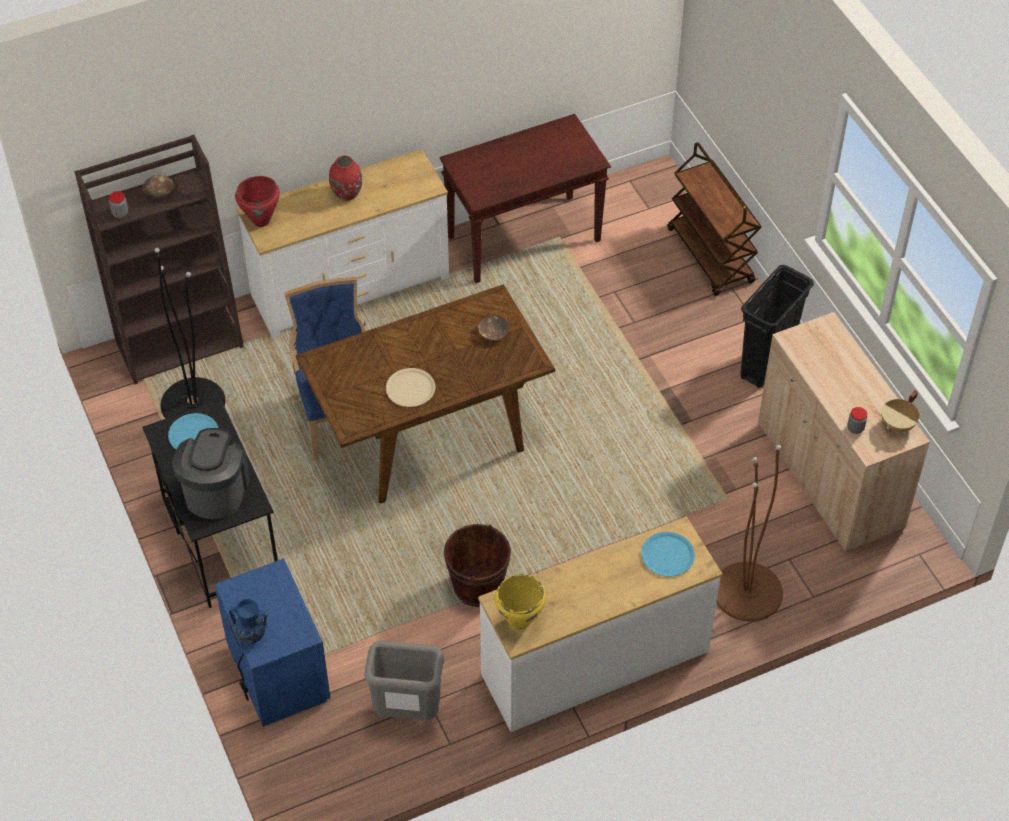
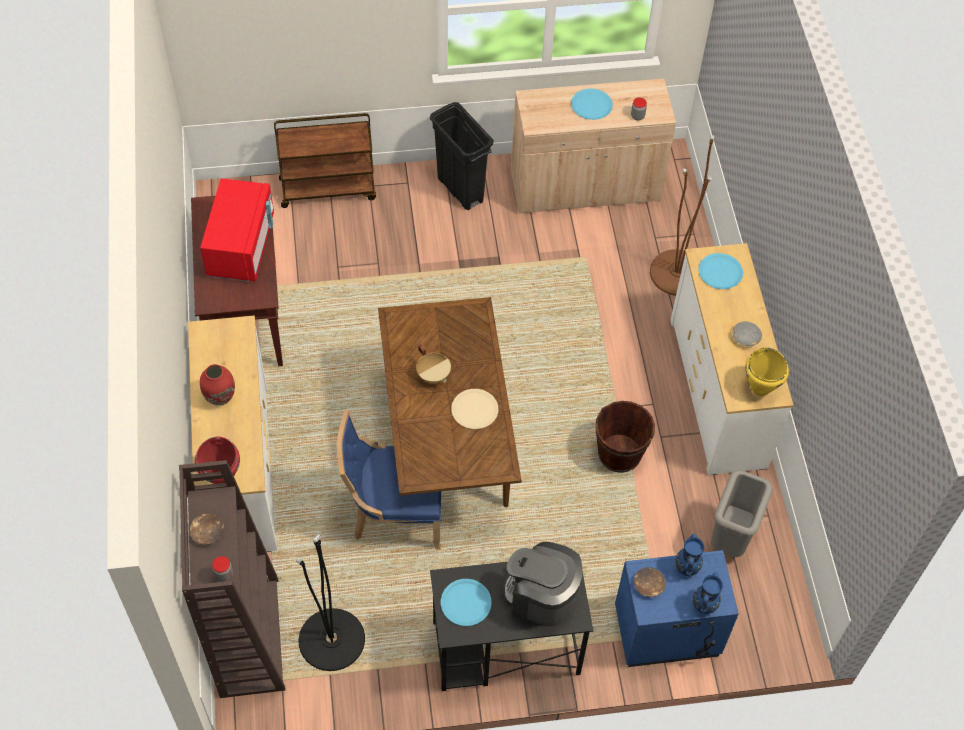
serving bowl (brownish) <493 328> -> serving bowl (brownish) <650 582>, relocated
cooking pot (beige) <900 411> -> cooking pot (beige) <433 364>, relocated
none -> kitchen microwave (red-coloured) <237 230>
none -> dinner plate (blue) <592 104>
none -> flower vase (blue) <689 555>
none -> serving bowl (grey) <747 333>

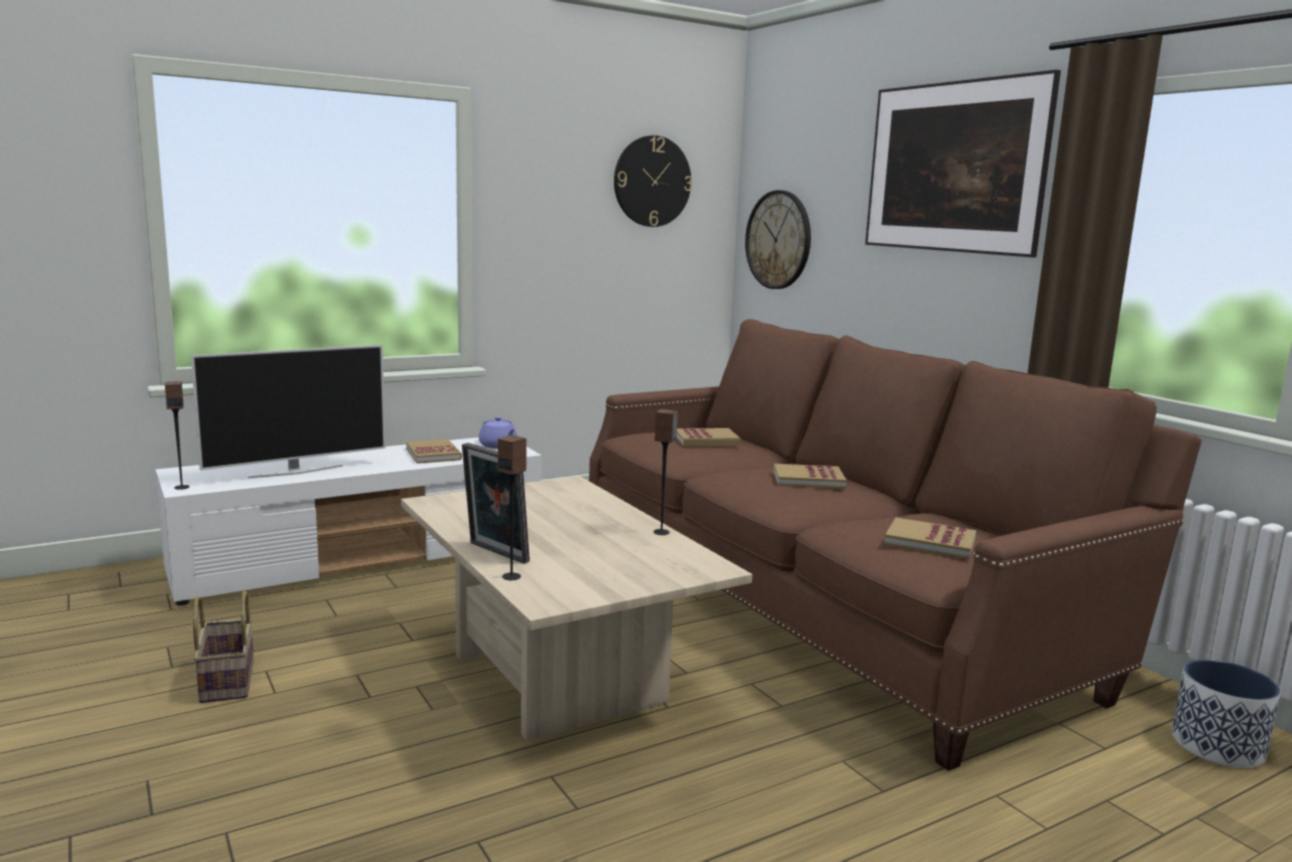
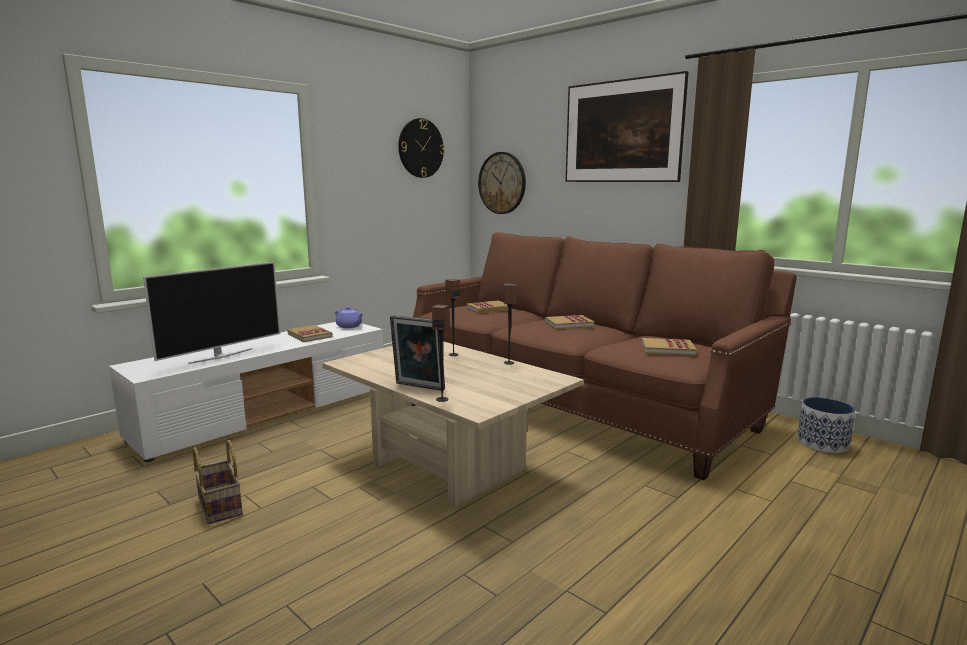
loudspeaker <177 435> -> loudspeaker <452 317>, relocated

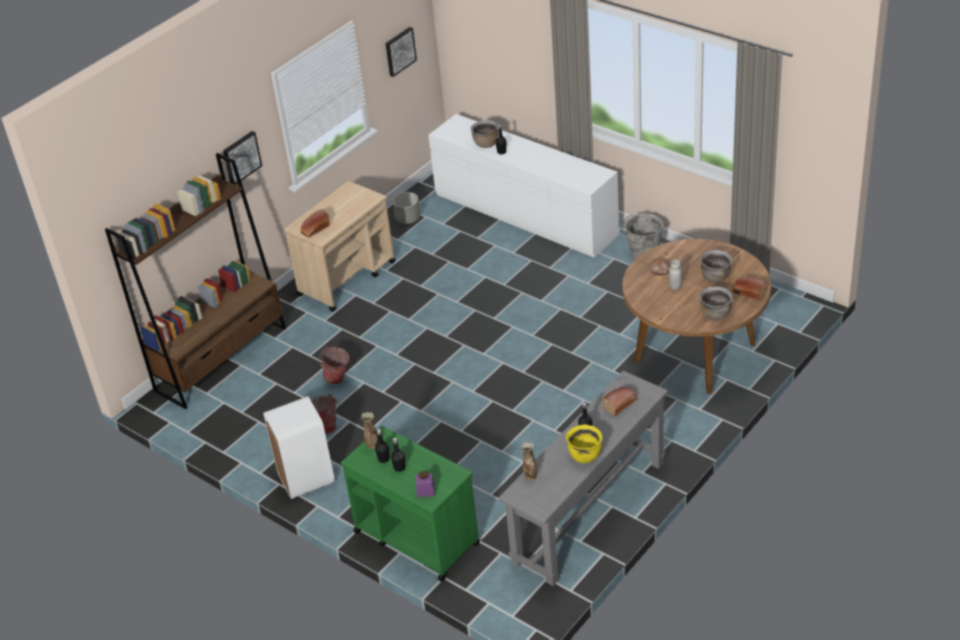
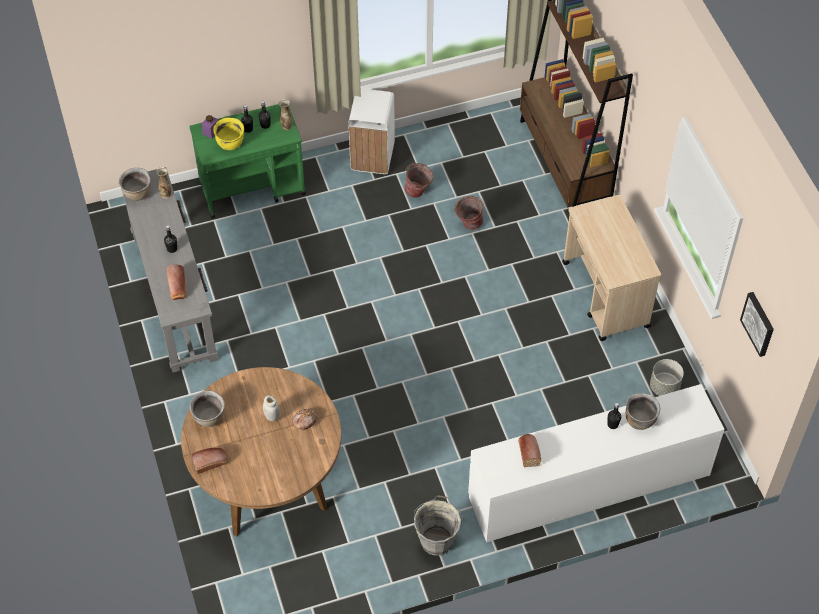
wall art <242 158> -> none
bakery bread <315 223> -> bakery bread <529 450>, relocated
cooking pot (yellow-coloured) <584 443> -> cooking pot (yellow-coloured) <228 134>, relocated
cooking pot (brownish) <716 266> -> cooking pot (brownish) <135 184>, relocated

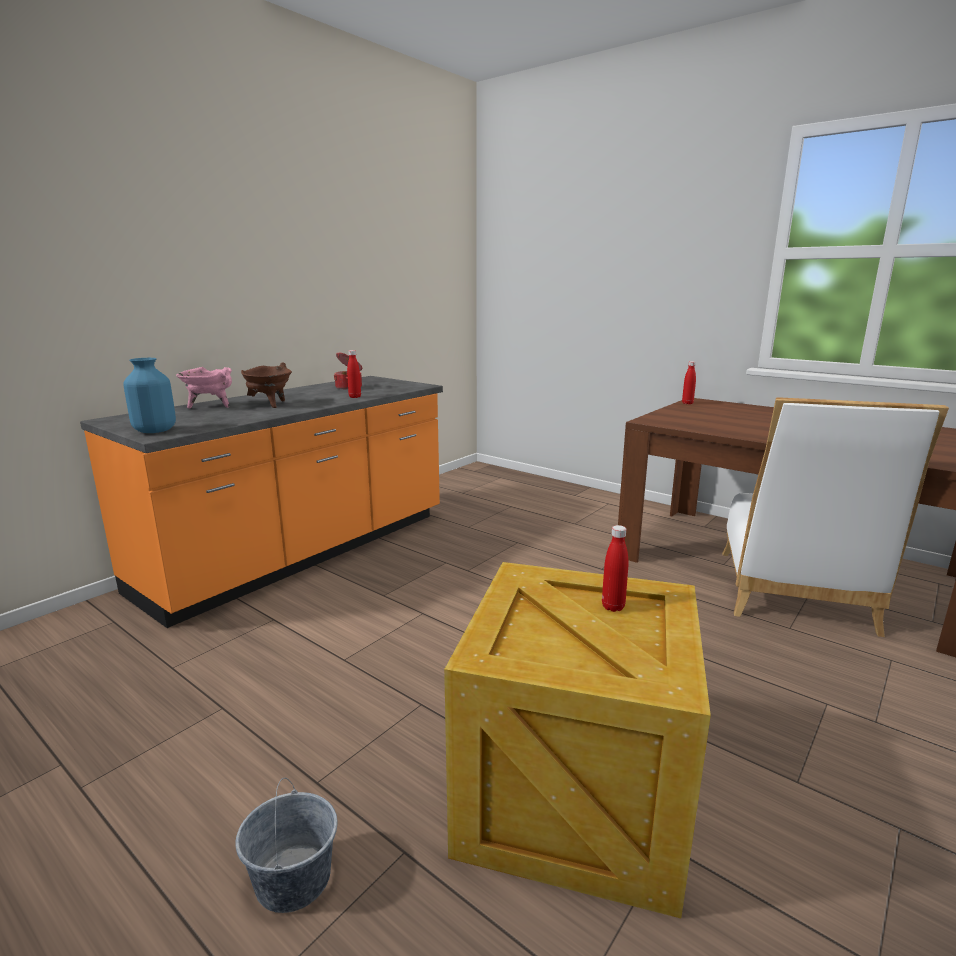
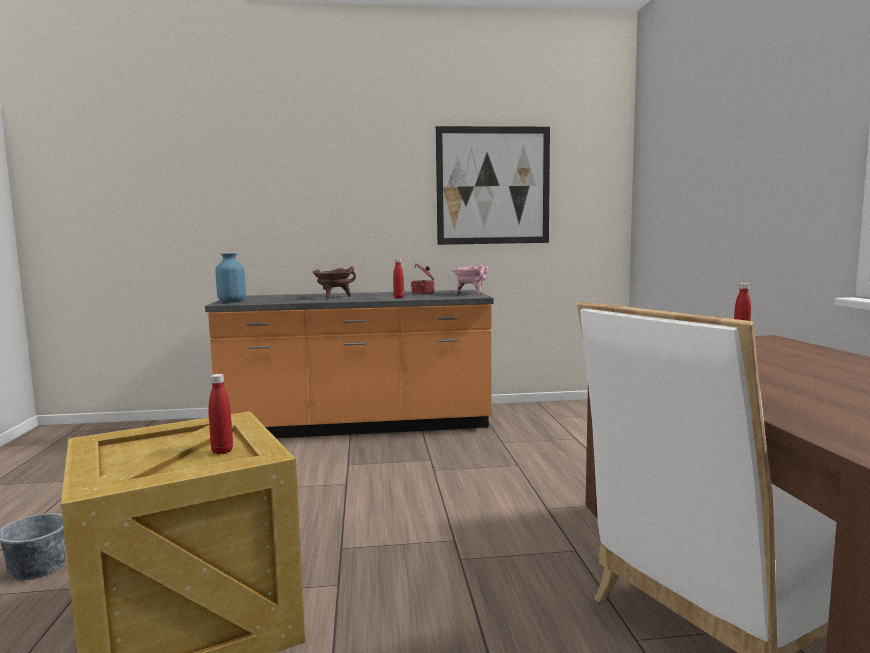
cooking pot (pink) <204 388> -> cooking pot (pink) <470 279>, relocated
none -> wall art <493 185>

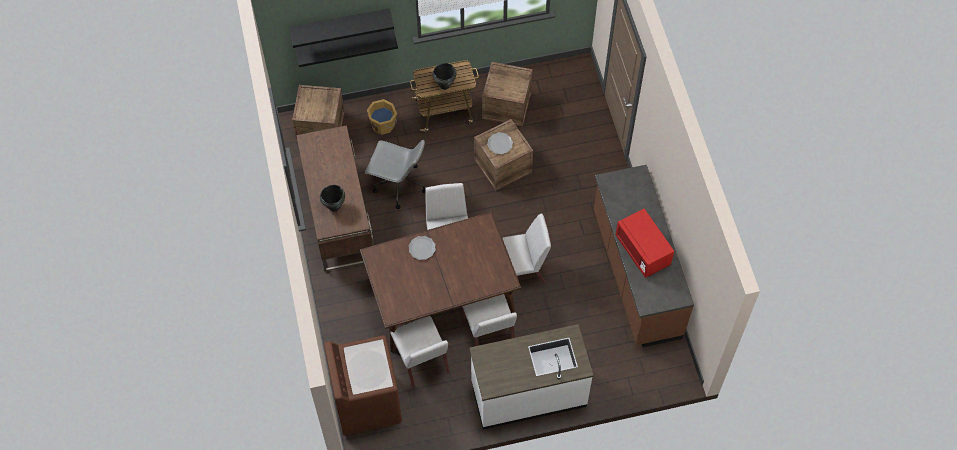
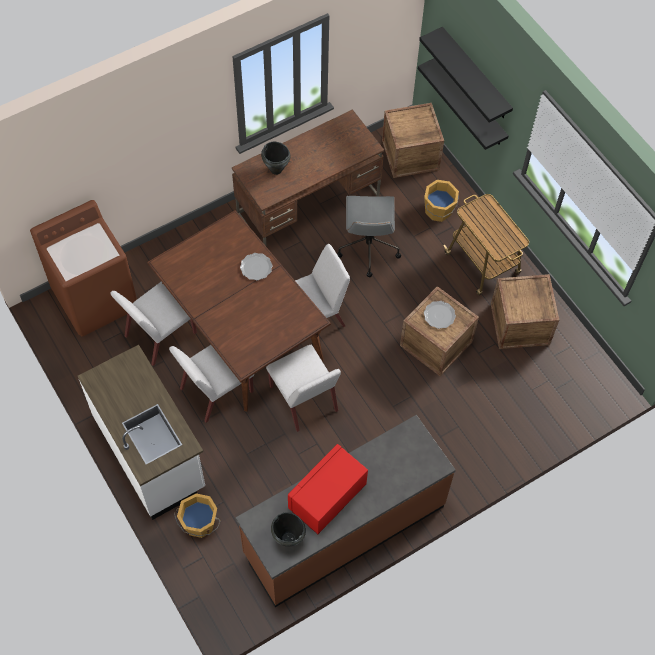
cooking pot (blackish) <444 76> -> cooking pot (blackish) <288 529>, relocated
none -> bucket (orange) <197 515>

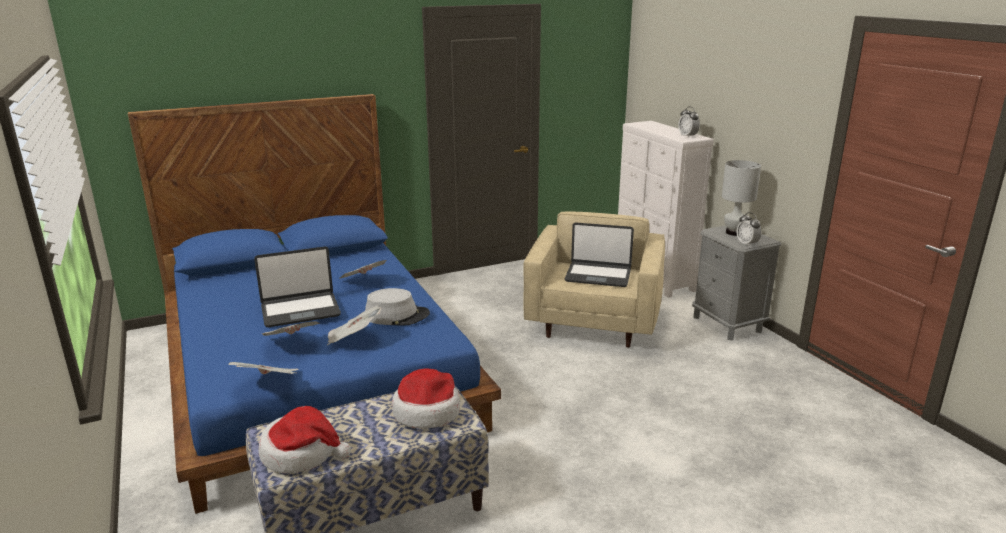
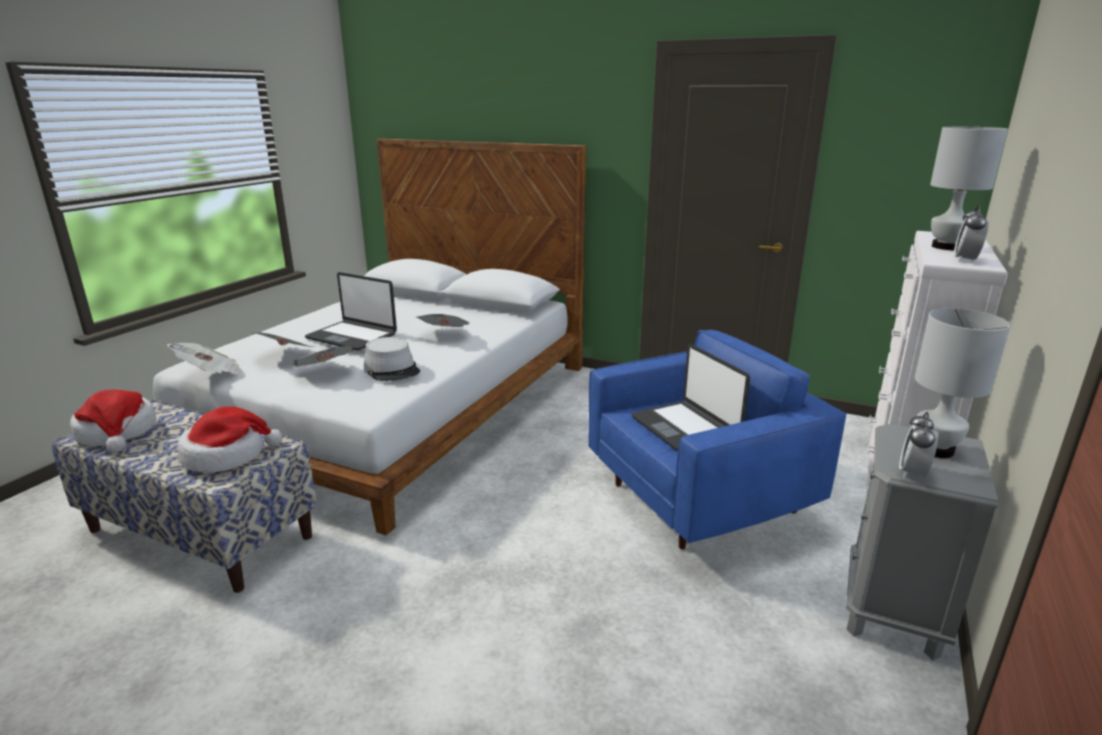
sleeping bed (blue) <314 304> -> sleeping bed (white) <369 337>
easy chair (beige) <594 279> -> easy chair (blue) <717 440>
none -> lamp for a table (white) <969 188>

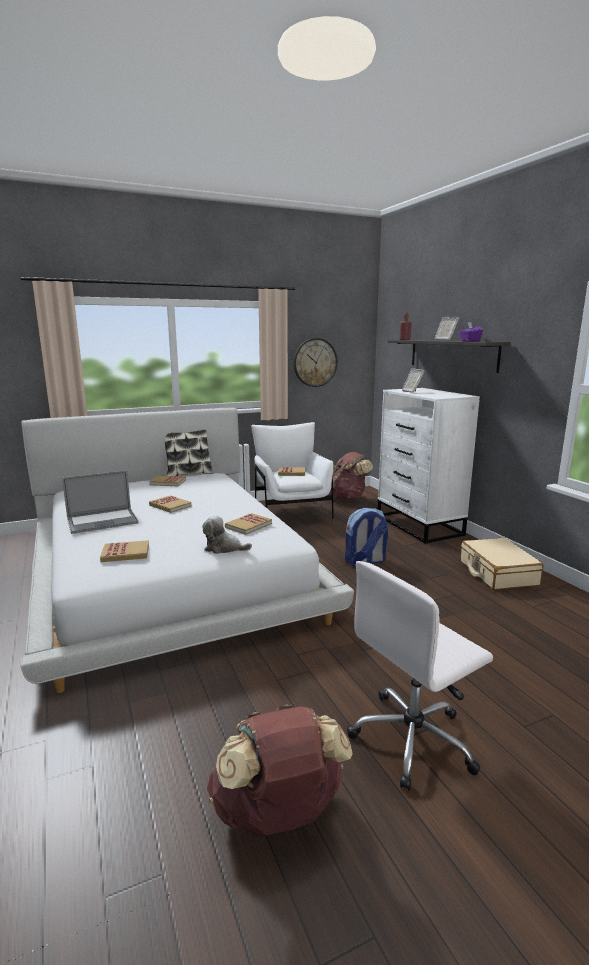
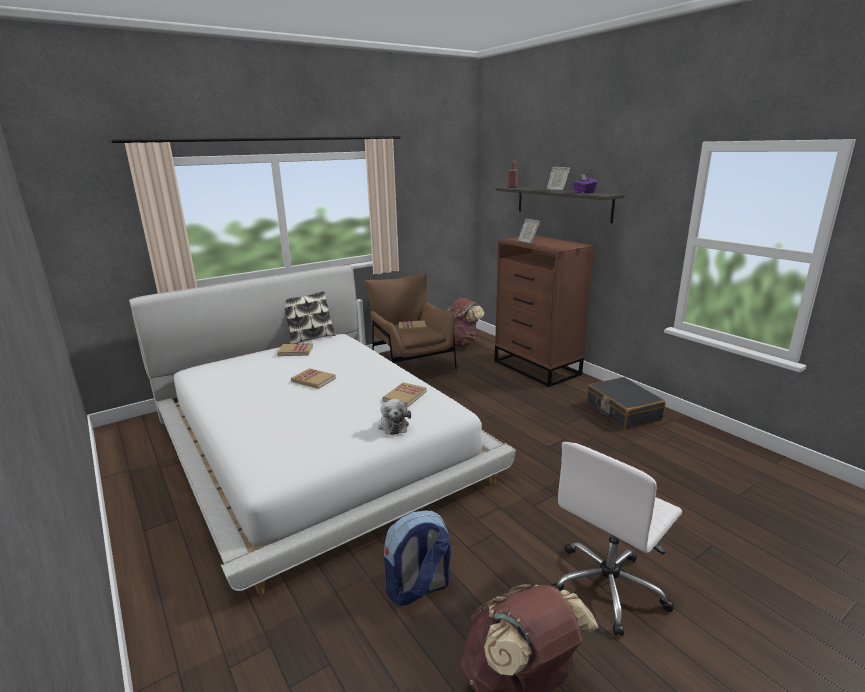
laptop <100 502> -> none
volume <124 551> -> none
cuddly toy <227 534> -> cuddly toy <394 417>, 105 degrees counterclockwise
easy chair (white) <292 473> -> easy chair (brownish) <410 323>
wall clock <315 362> -> none
rucksack <366 537> -> rucksack <417 558>, relocated
drawer chest (white) <428 466> -> drawer chest (brownish) <544 311>
suitcase (beige) <502 563> -> suitcase (blackish) <626 403>

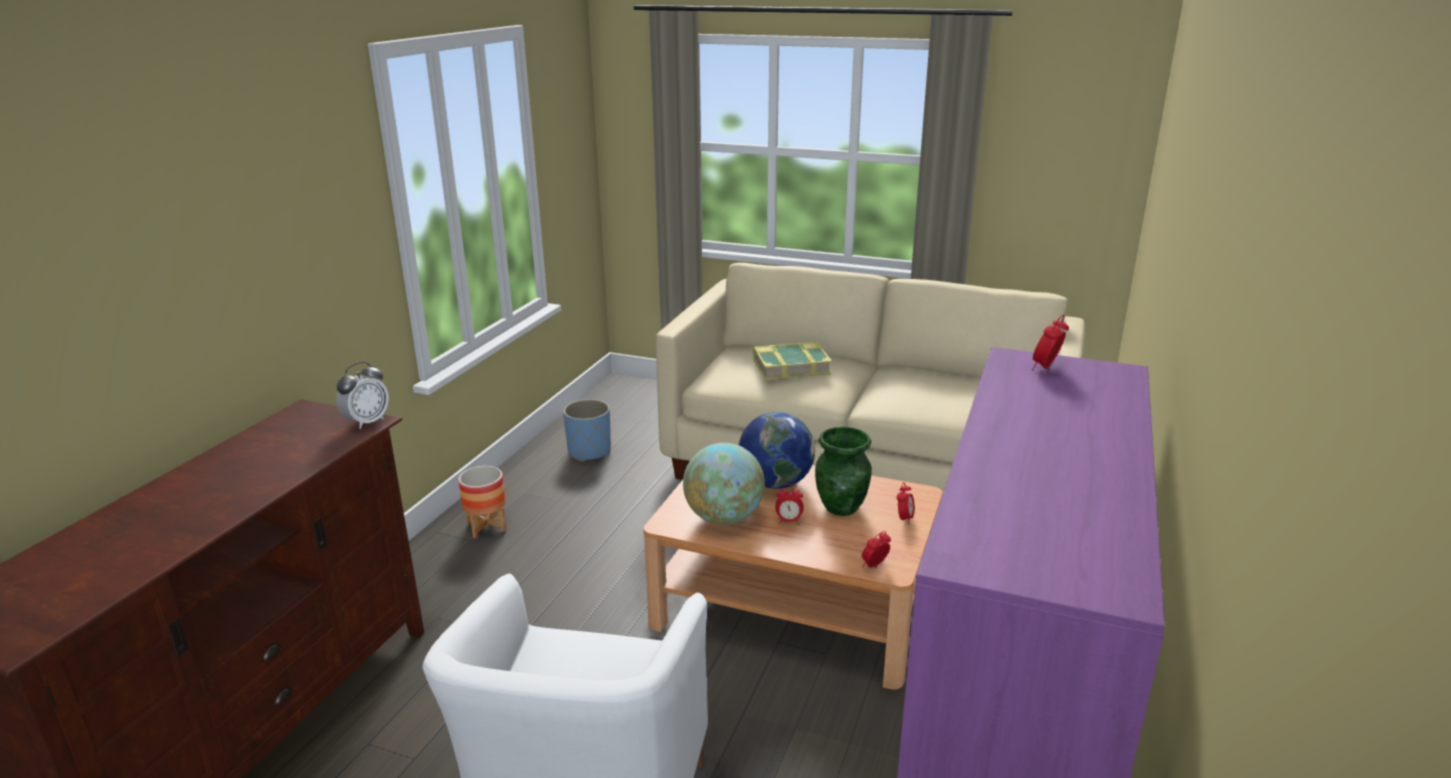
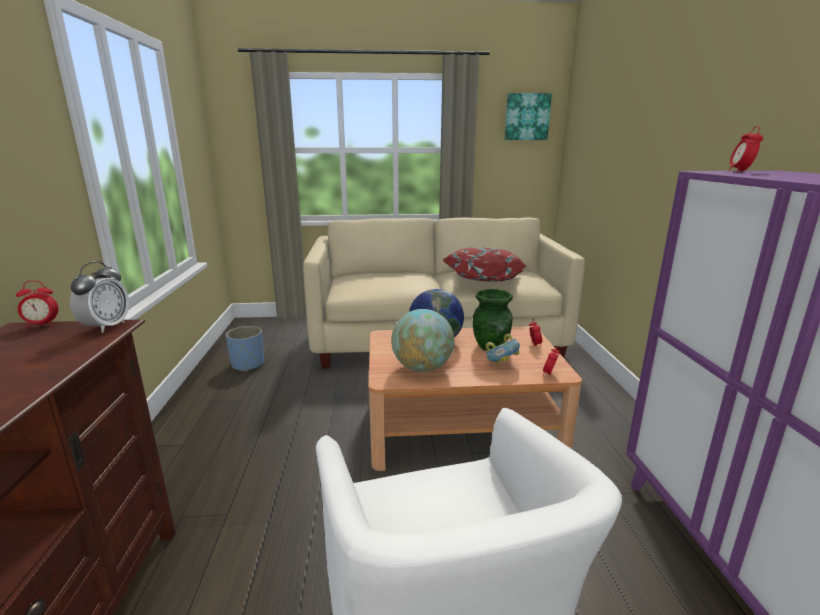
plant pot <482 502> -> none
volume <792 361> -> none
alarm clock <789 504> -> alarm clock <37 304>, relocated
none -> cushion (red-coloured) <484 265>
none -> serving bowl <503 349>
none -> wall art <528 116>

